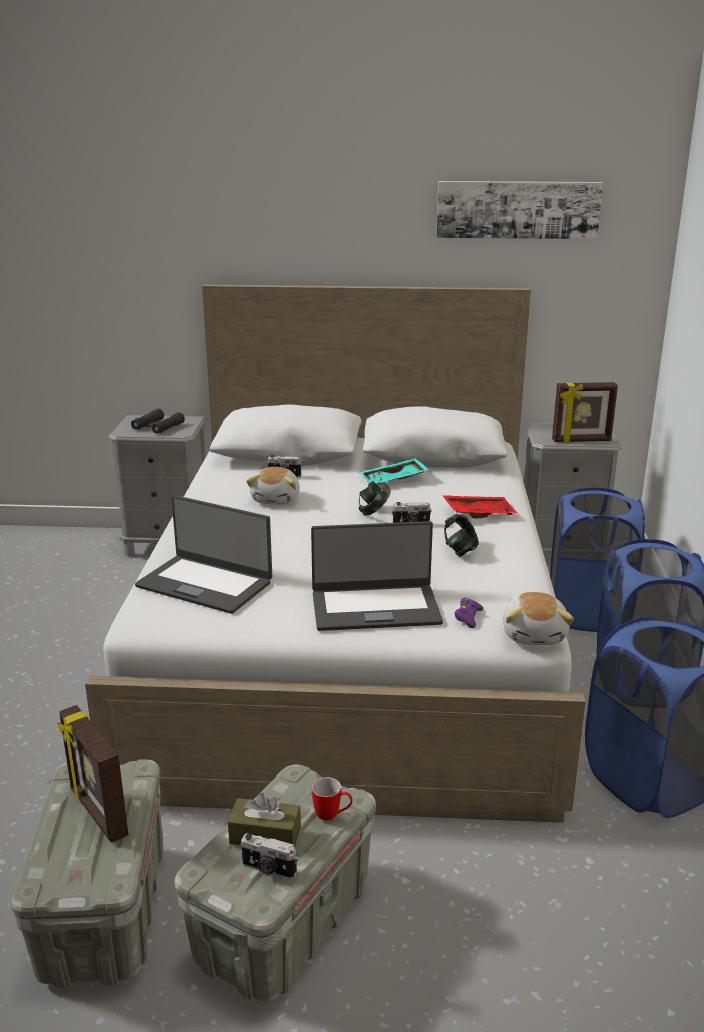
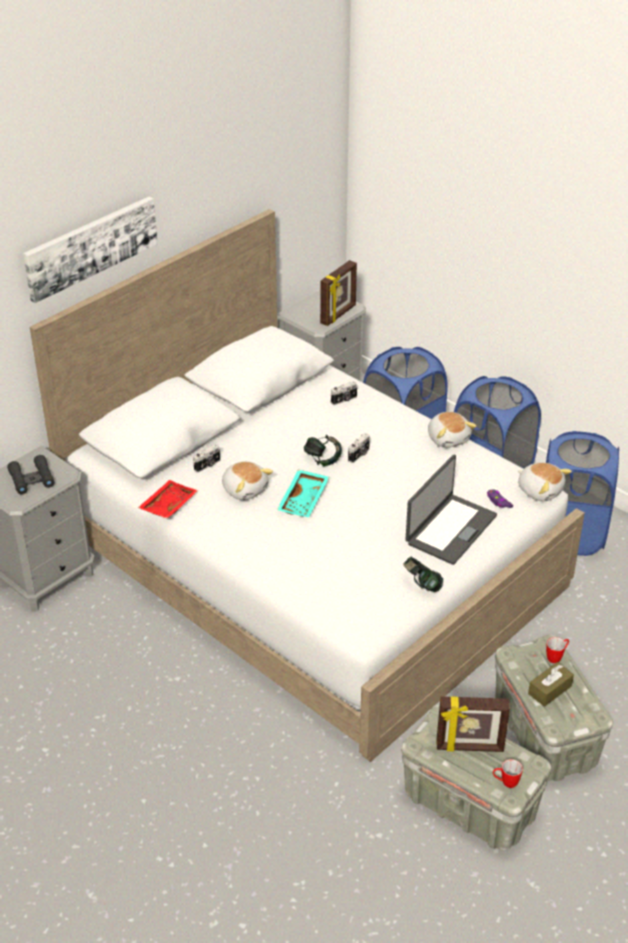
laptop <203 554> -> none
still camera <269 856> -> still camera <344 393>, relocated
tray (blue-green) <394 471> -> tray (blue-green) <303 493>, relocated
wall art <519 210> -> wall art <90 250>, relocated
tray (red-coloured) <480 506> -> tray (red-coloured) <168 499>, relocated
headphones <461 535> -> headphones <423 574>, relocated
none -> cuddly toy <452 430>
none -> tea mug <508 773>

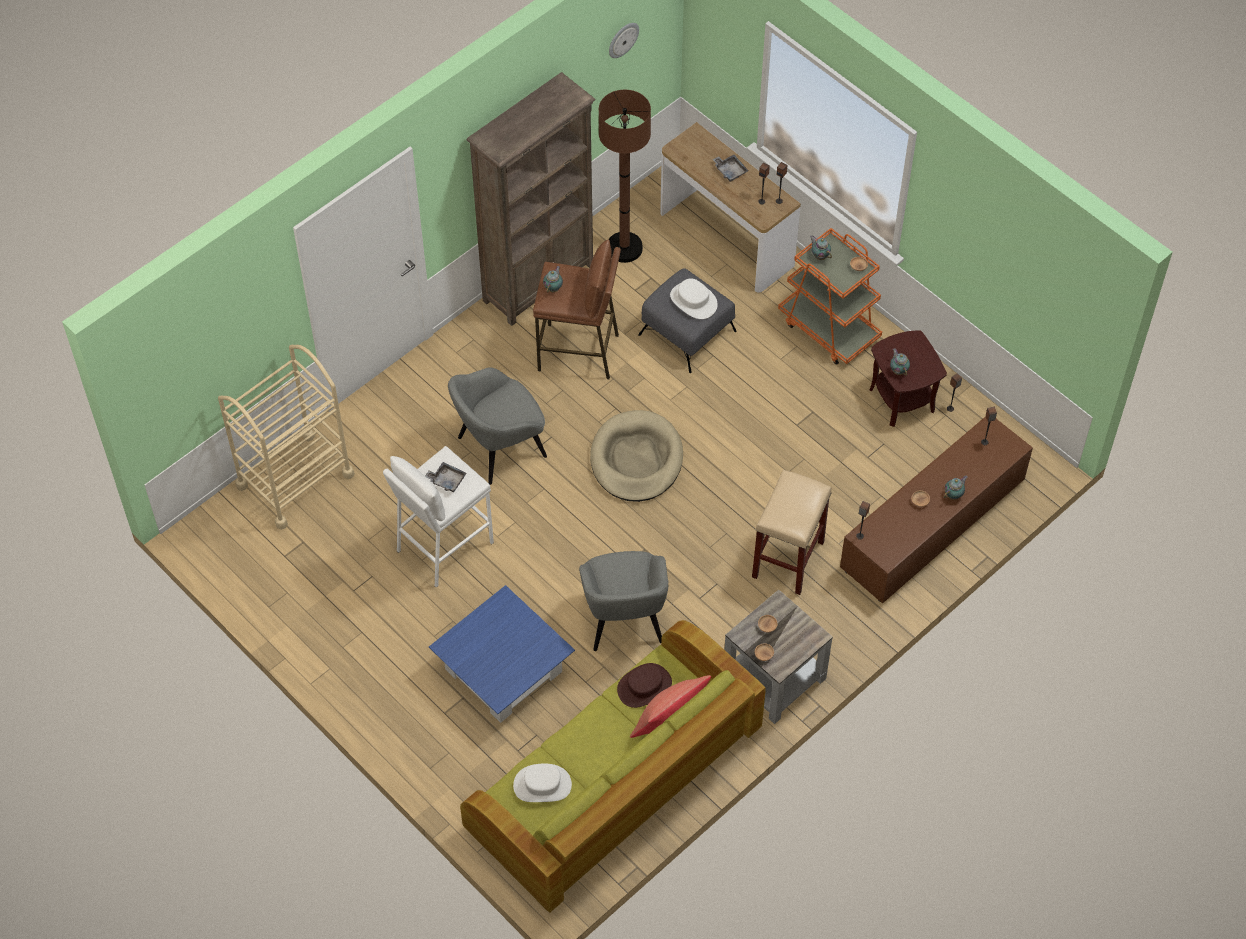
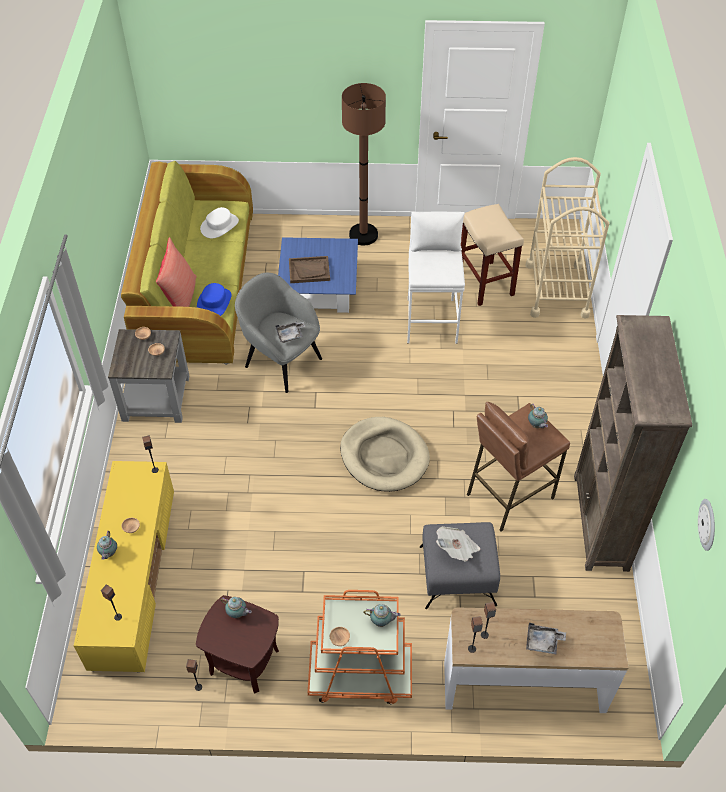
tray (grey) <446 477> -> tray (grey) <291 332>, relocated
easy chair (grey) <497 426> -> none
standard lamp (brownish) <625 176> -> standard lamp (brownish) <364 164>, relocated
hat (brownish) <644 685> -> hat (blue) <214 299>
hat (white) <694 298> -> daily paper <458 543>
stool (beige) <791 532> -> stool (beige) <492 255>, relocated
tv unit (brownish) <936 510> -> tv unit (yellow-coloured) <124 566>
none -> tray (brownish) <309 269>

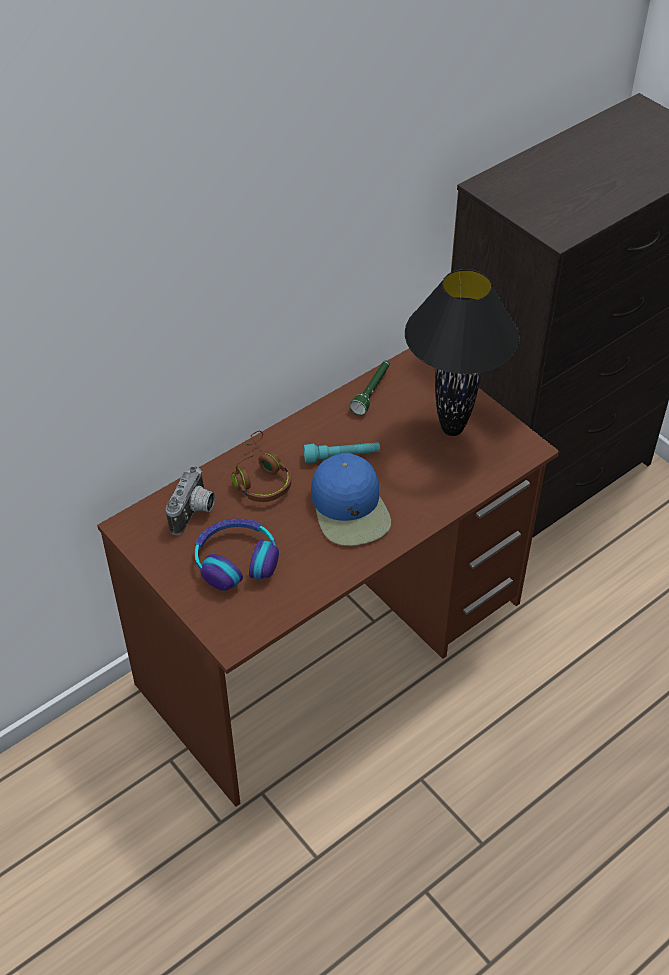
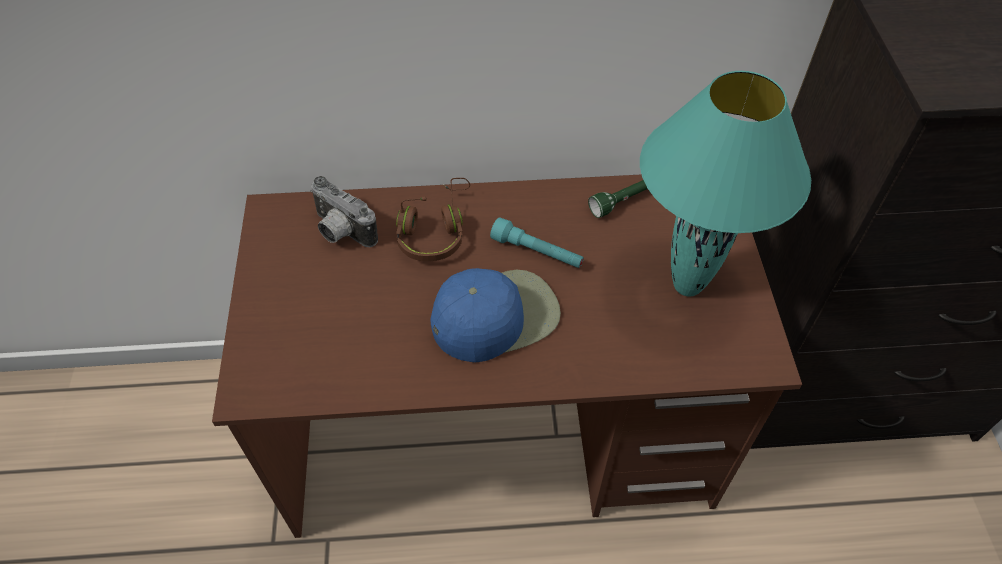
still camera <190 500> -> still camera <344 211>, 75 degrees clockwise
headphones <237 554> -> none
baseball cap (blue) <351 499> -> baseball cap (blue) <495 315>, 135 degrees counterclockwise
lamp for a table (blackish) <462 352> -> lamp for a table (blue-green) <725 184>

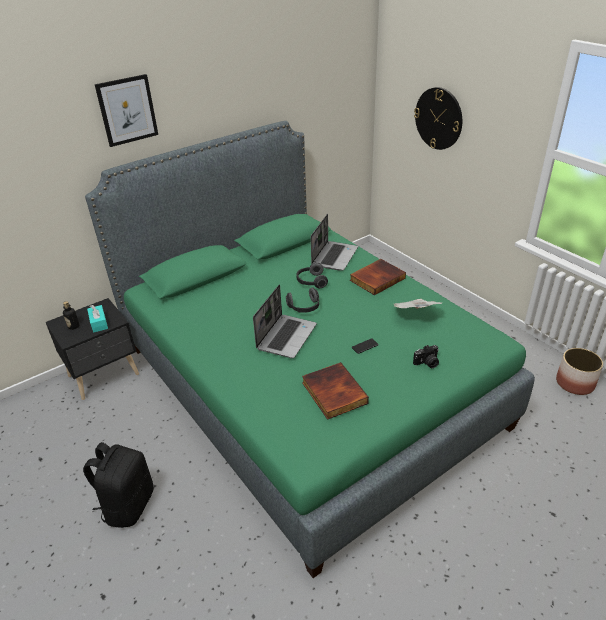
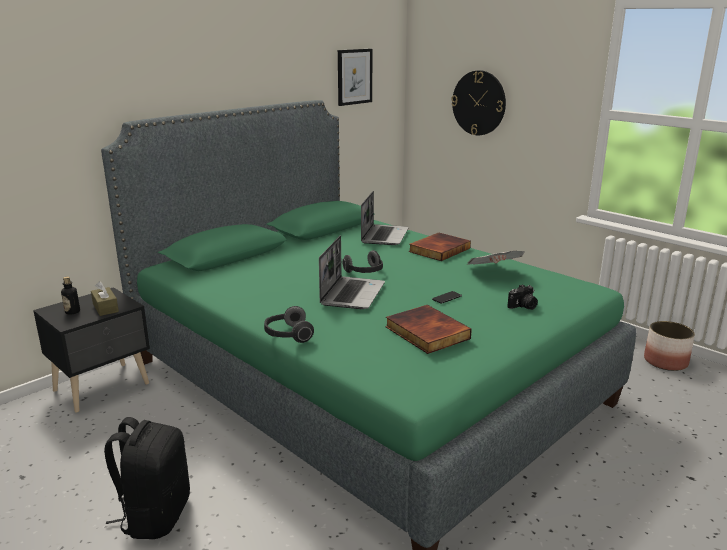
box of tissues (blue-green) <97 319> -> box of tissues (brownish) <105 298>
wall art <126 110> -> wall art <355 77>, relocated
headphones <312 275> -> headphones <289 324>, relocated

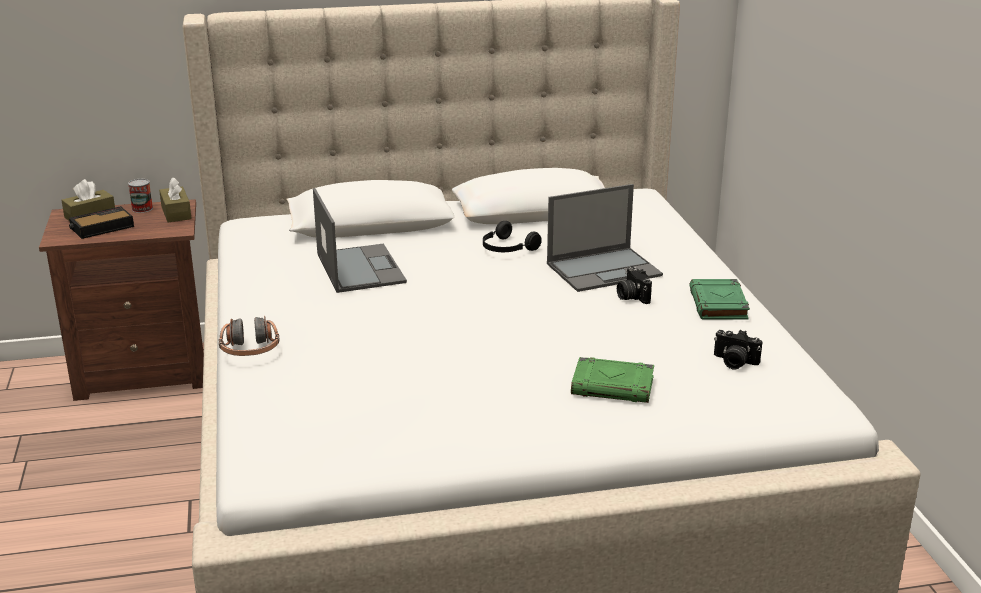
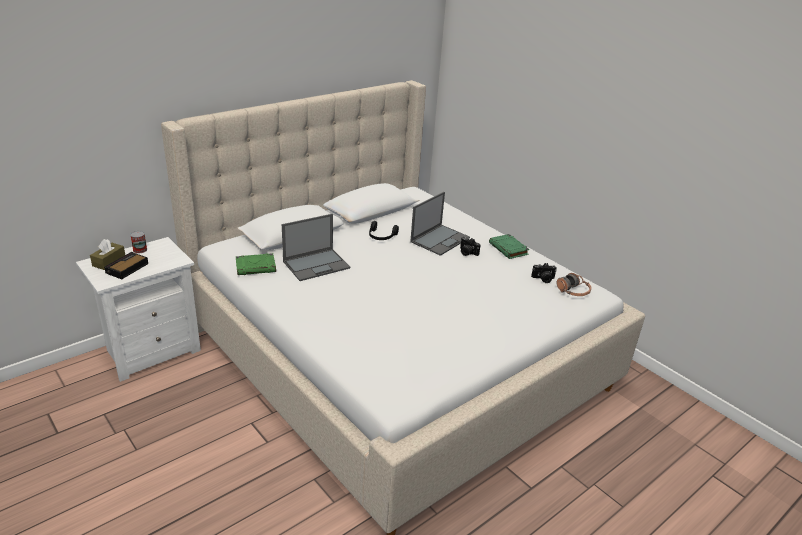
night table (brownish) <121 300> -> night table (white) <138 309>
box of tissues (brownish) <175 200> -> none
headphones <249 336> -> headphones <573 284>, relocated
laptop <360 240> -> laptop <316 247>, 105 degrees clockwise
volume (green) <612 380> -> volume (green) <255 264>, relocated

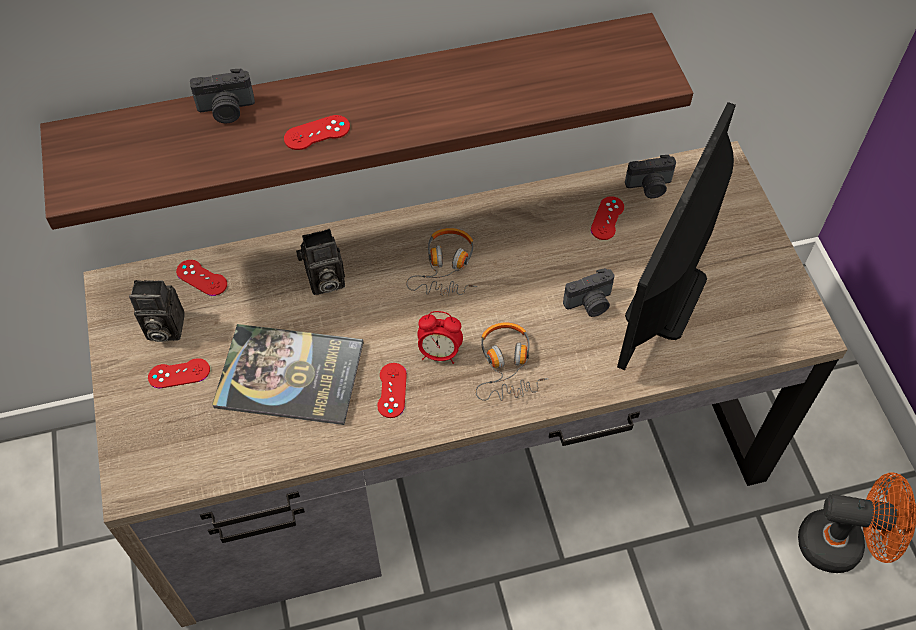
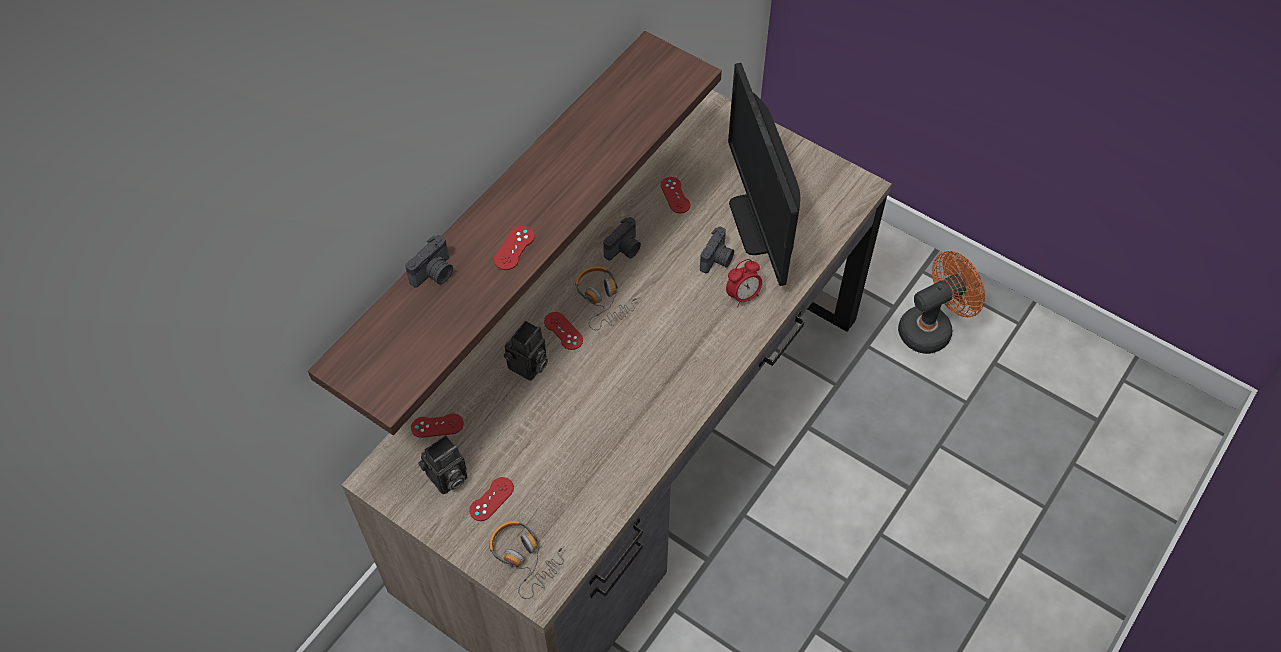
volume <287 374> -> none
gamepad (red-coloured) <392 390> -> gamepad (red-coloured) <563 331>, relocated
alarm clock <440 337> -> alarm clock <744 283>, relocated
headphones <511 362> -> headphones <527 560>, relocated
still camera <650 176> -> still camera <622 238>, relocated

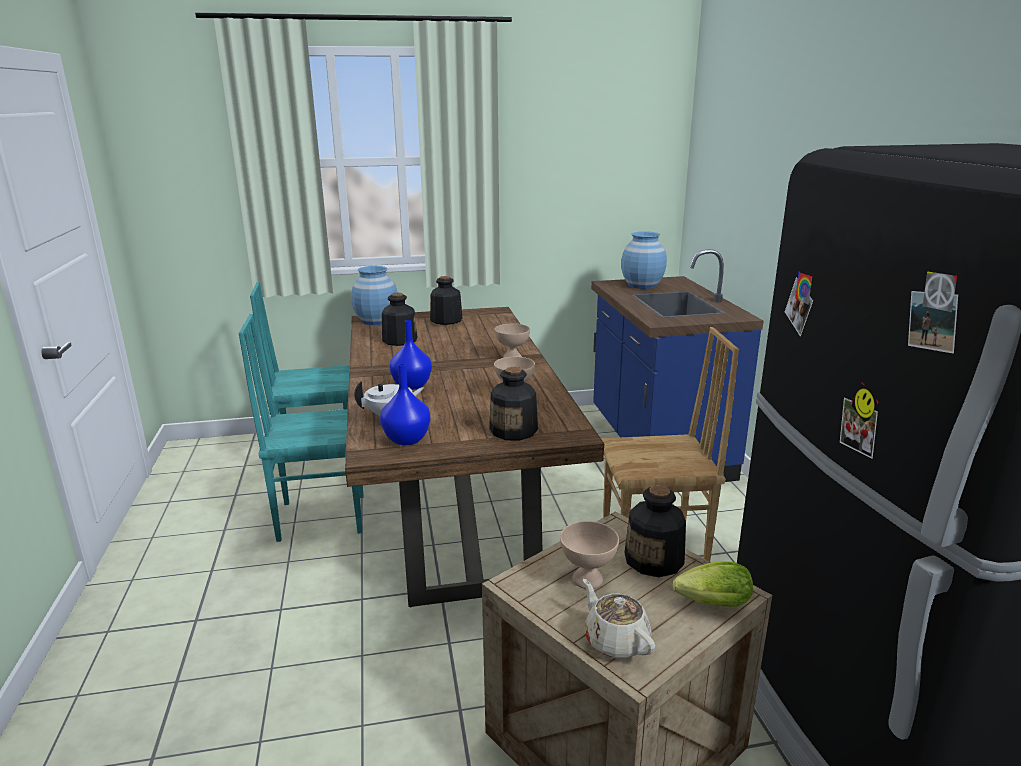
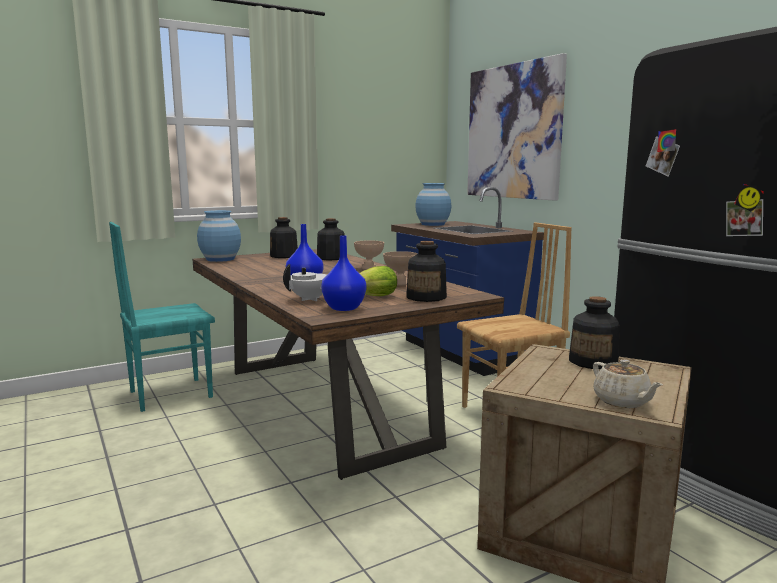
plain chair (blue-green) <301 428> -> none
drink bottle <399 319> -> drink bottle <331 239>, relocated
serving bowl (beige) <589 555> -> none
teapot (beige) <619 618> -> teapot (beige) <628 383>, 150 degrees counterclockwise
head of lettuce <713 584> -> head of lettuce <378 281>, relocated
none -> wall art <517 126>

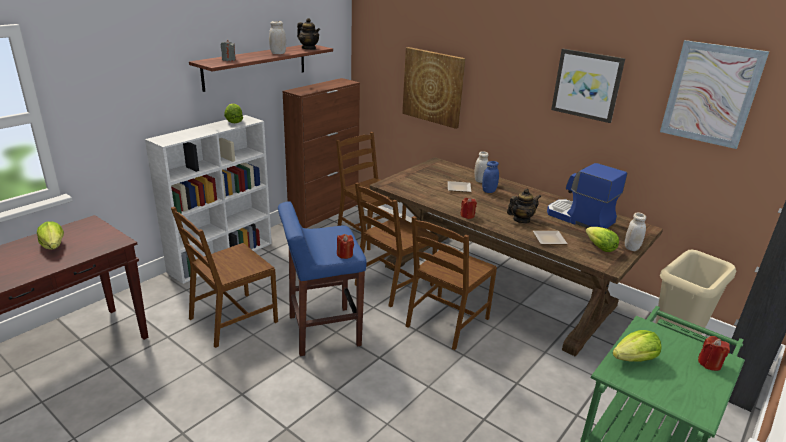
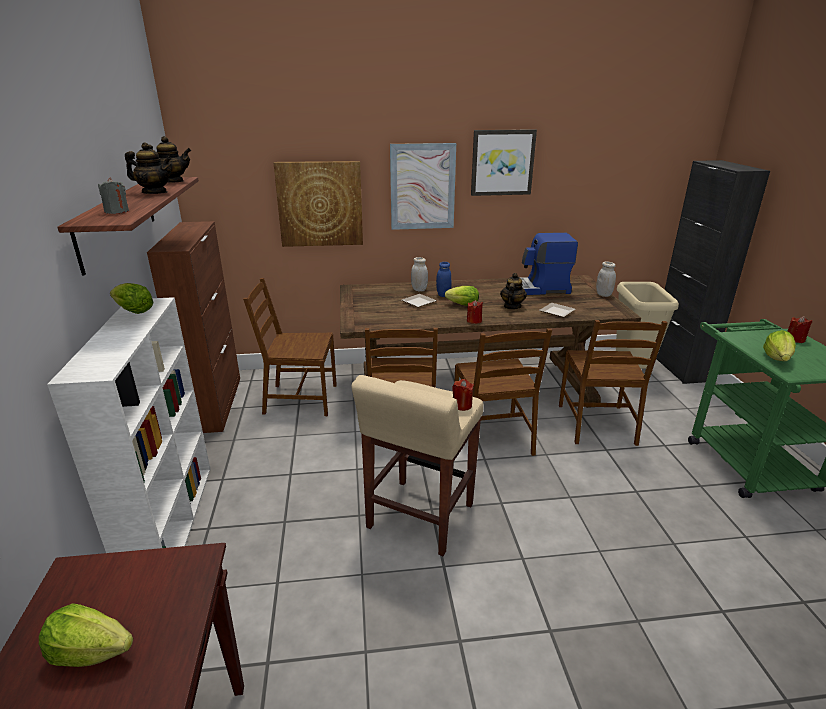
plain chair (brownish) <224 277> -> plain chair (brownish) <613 383>, relocated
storage jar (white) <277 37> -> teapot <148 168>
stool (blue) <322 278> -> stool (beige) <417 465>
head of lettuce <602 239> -> head of lettuce <462 296>, relocated
wall art <714 94> -> wall art <423 186>, relocated

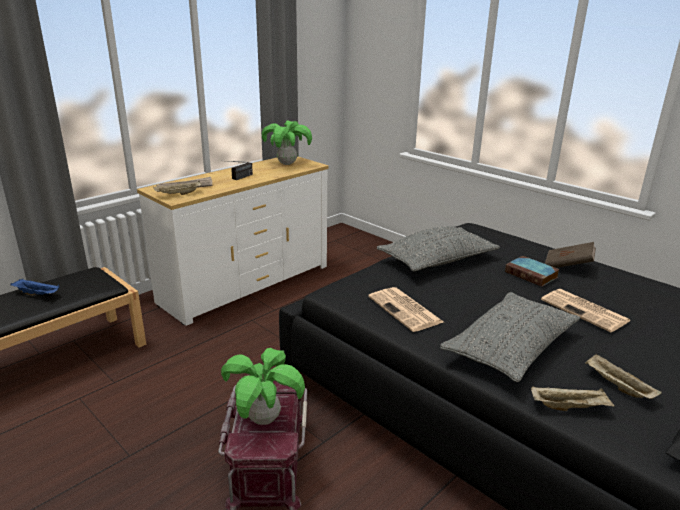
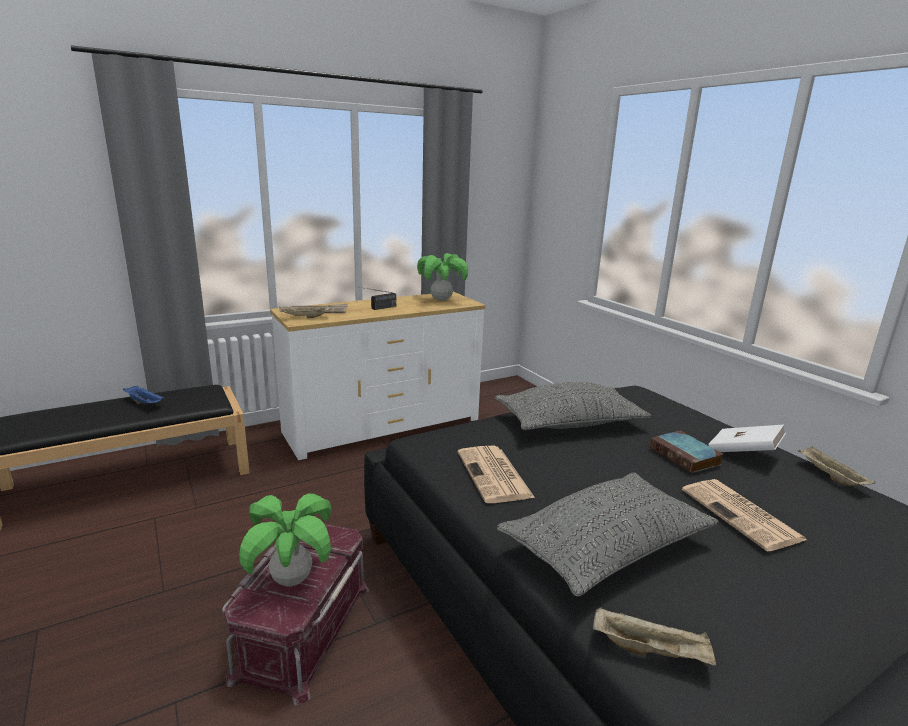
volume (brownish) <570 255> -> volume (white) <747 438>
tray (beige) <623 376> -> tray (beige) <837 466>, relocated

